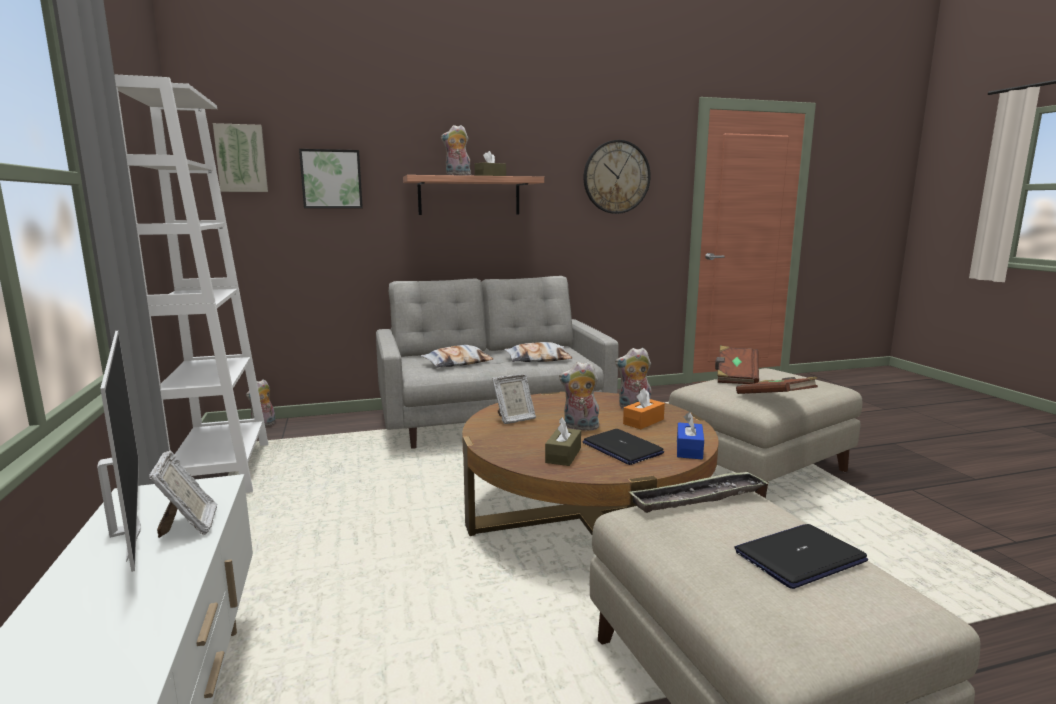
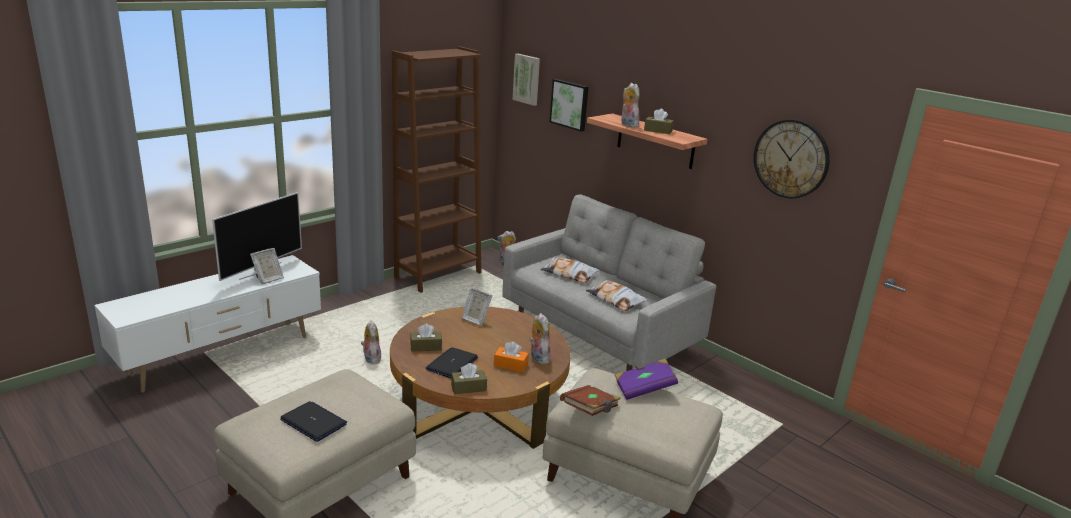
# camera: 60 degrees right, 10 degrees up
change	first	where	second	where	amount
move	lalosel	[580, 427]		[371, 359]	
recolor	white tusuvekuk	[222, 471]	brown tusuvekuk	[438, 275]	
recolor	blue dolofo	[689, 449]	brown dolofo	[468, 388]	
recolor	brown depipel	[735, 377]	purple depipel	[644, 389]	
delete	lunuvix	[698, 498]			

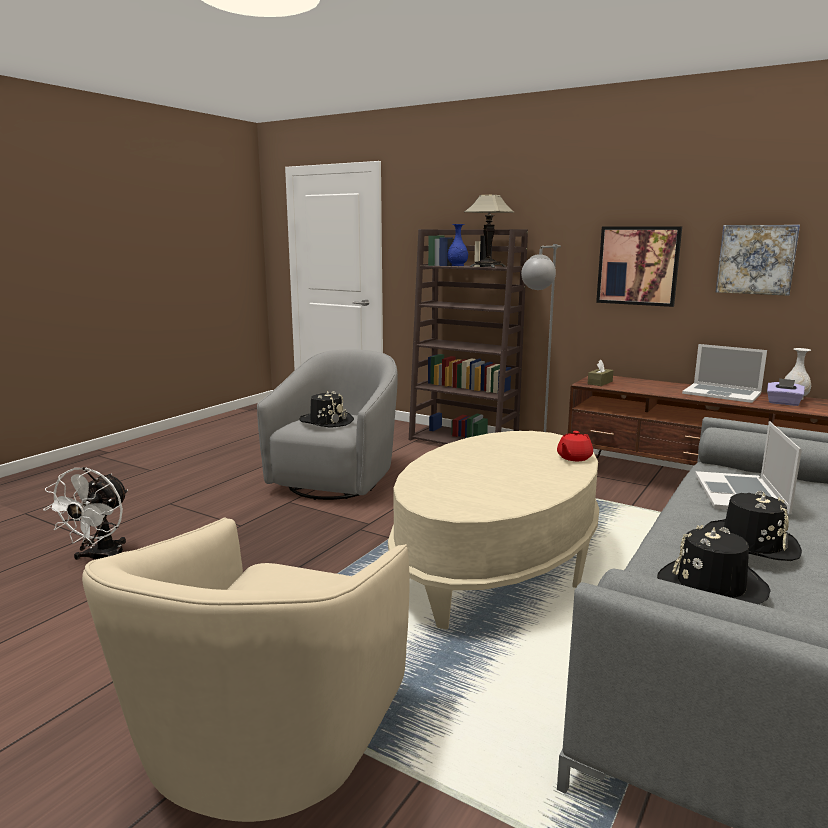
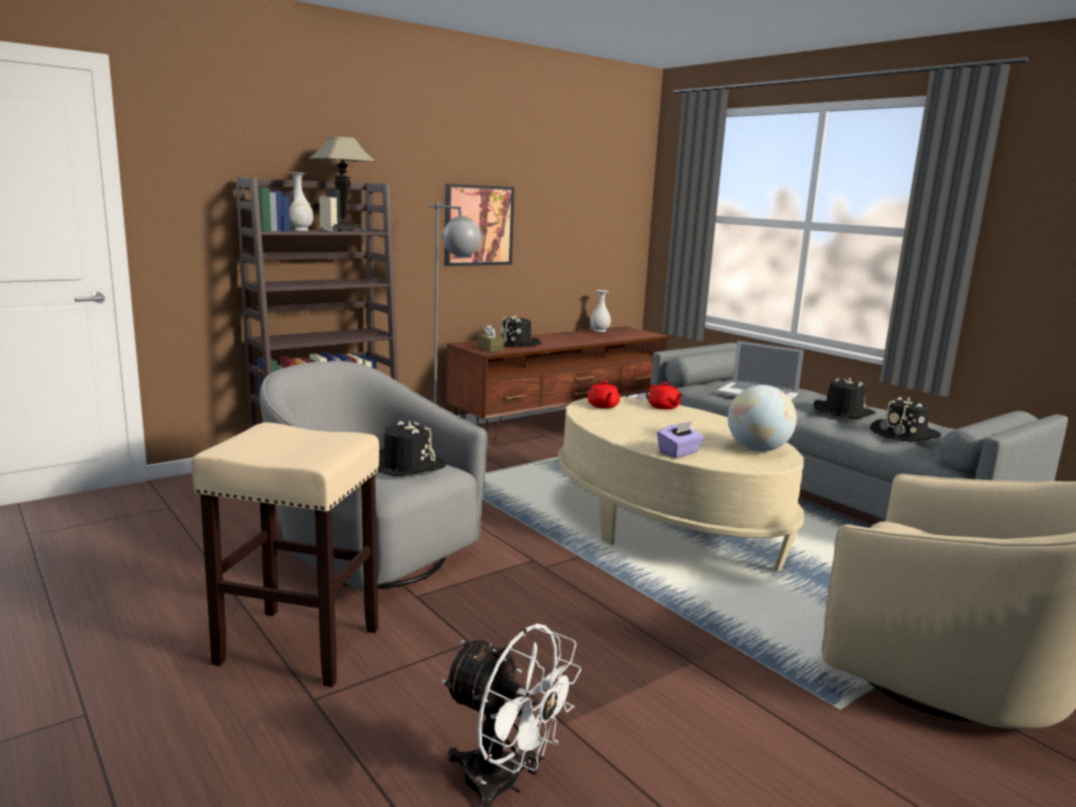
# camera: 70 degrees left, 0 degrees up
change	first	where	second	where	amount
insert			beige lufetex	[296, 646]	
recolor	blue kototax	[457, 265]	white kototax	[299, 230]	
insert			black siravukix	[516, 344]	
insert			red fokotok	[603, 406]	
move	purple dolofo	[783, 403]		[679, 453]	
insert			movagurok	[757, 449]	
delete	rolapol	[721, 393]			
delete	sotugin	[756, 259]			

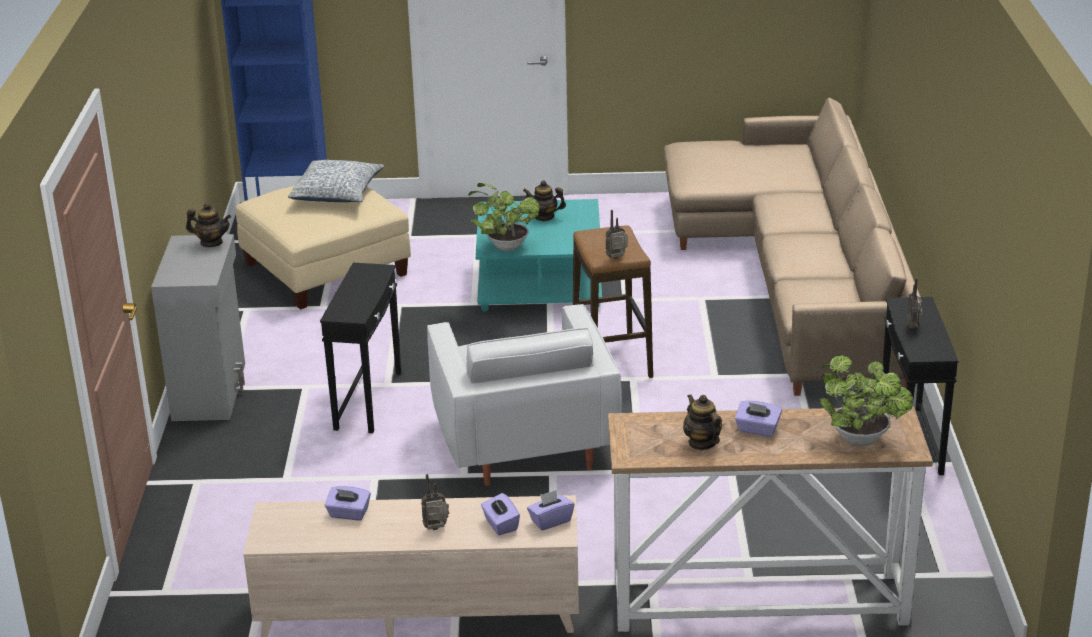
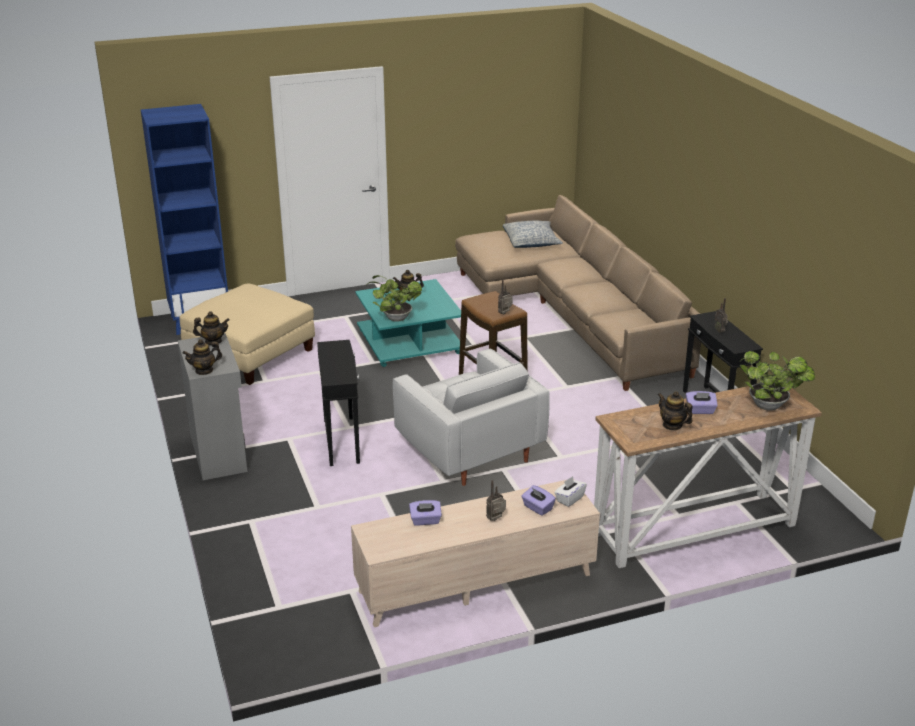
# camera: 20 degrees left, 0 degrees up
change	first	where	second	where	amount
insert			fokotok	[204, 370]	
move	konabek	[337, 194]		[531, 242]	
recolor	purple dolofo	[550, 521]	white dolofo	[569, 499]	

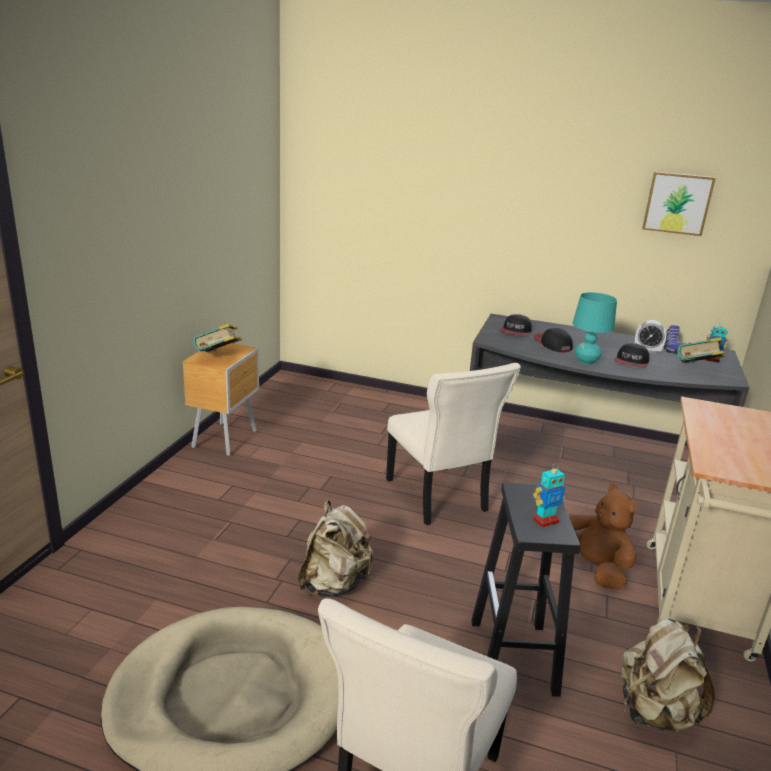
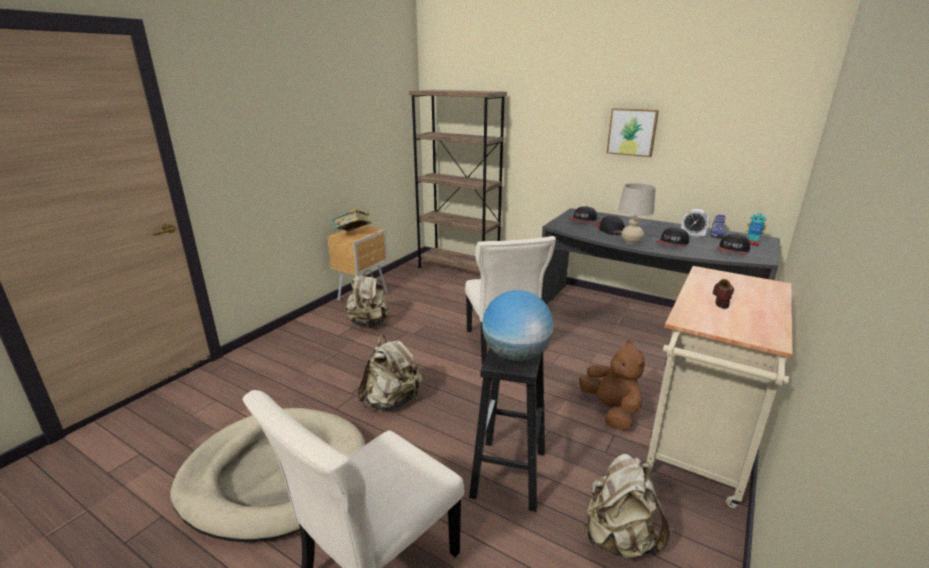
# camera: 15 degrees right, 0 degrees up
change	first	where	second	where	amount
insert			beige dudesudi	[369, 323]	
insert			brown tusuvekuk	[458, 269]	
replace	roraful	[545, 521]	movagurok	[516, 355]	
move	sotugin	[677, 203]		[632, 132]	
recolor	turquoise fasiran	[586, 362]	beige fasiran	[631, 242]	
insert			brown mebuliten	[721, 298]	
replace	depipel	[697, 370]	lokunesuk	[732, 251]	

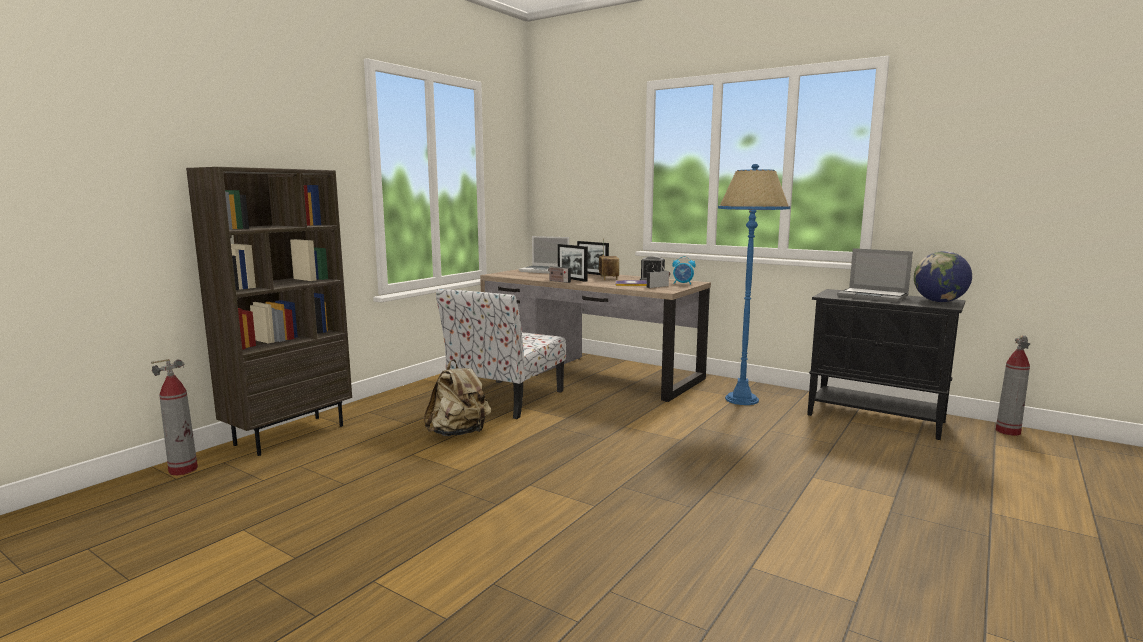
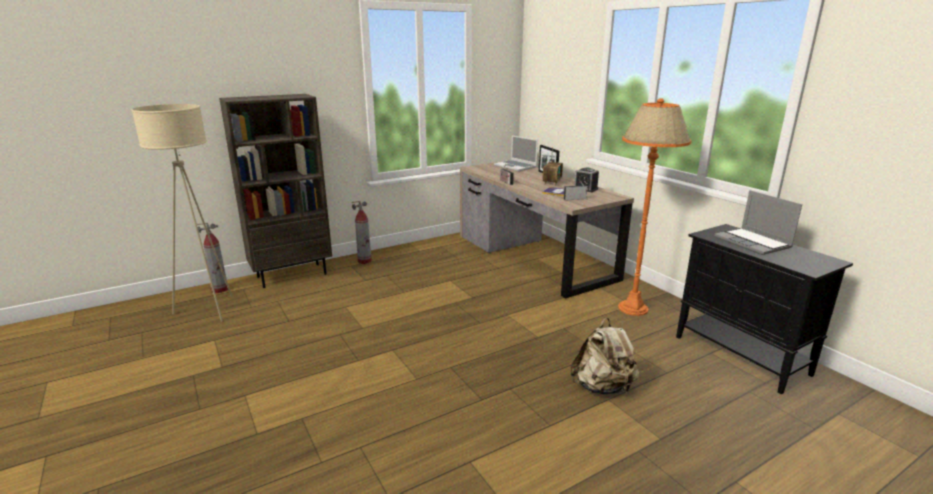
# camera: 25 degrees right, 10 degrees up
change	first	where	second	where	amount
insert			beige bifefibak	[208, 310]	
move	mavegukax	[1007, 431]		[364, 261]	
move	beige dudesudi	[459, 433]		[602, 387]	
recolor	blue bifefibak	[742, 399]	orange bifefibak	[633, 308]	
delete	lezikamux	[505, 399]			
delete	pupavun	[572, 279]			
delete	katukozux	[683, 284]			
delete	movagurok	[939, 301]			

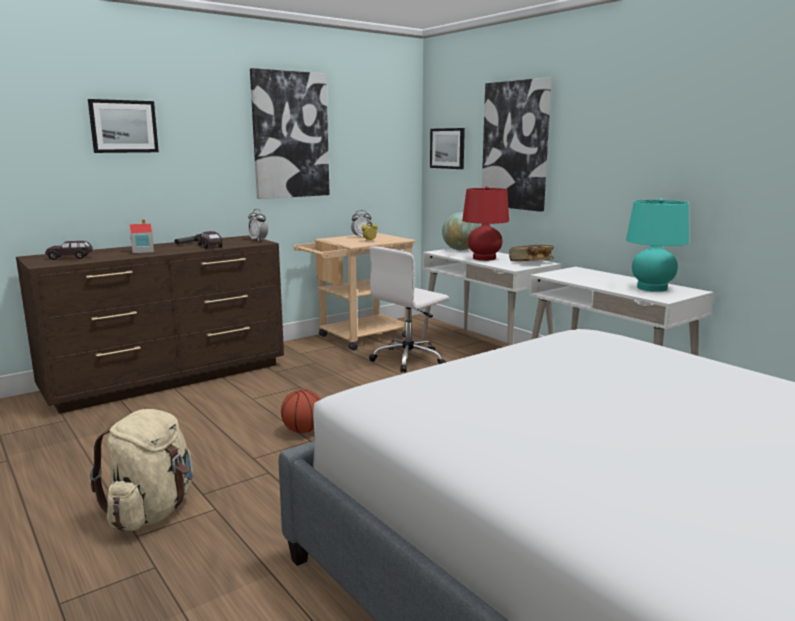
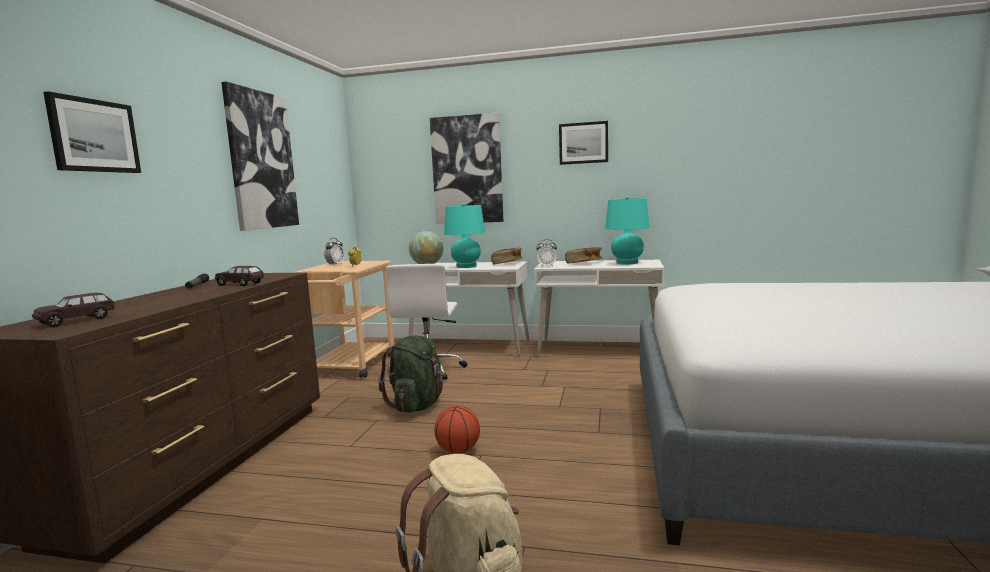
# camera: 40 degrees left, 5 degrees down
change	first	where	second	where	amount
insert			green dudesudi	[417, 405]	
recolor	red fasiran	[484, 258]	turquoise fasiran	[466, 266]	
move	katukozux	[258, 240]		[547, 266]	
move	sotugin	[447, 148]		[583, 143]	
insert			depipel	[584, 263]	
delete	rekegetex	[142, 251]			

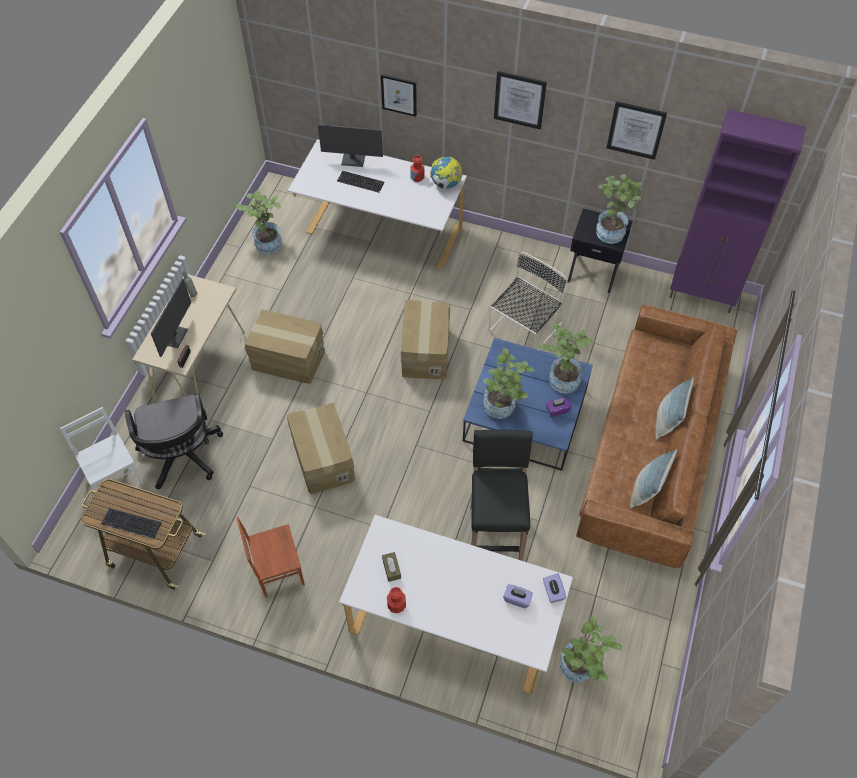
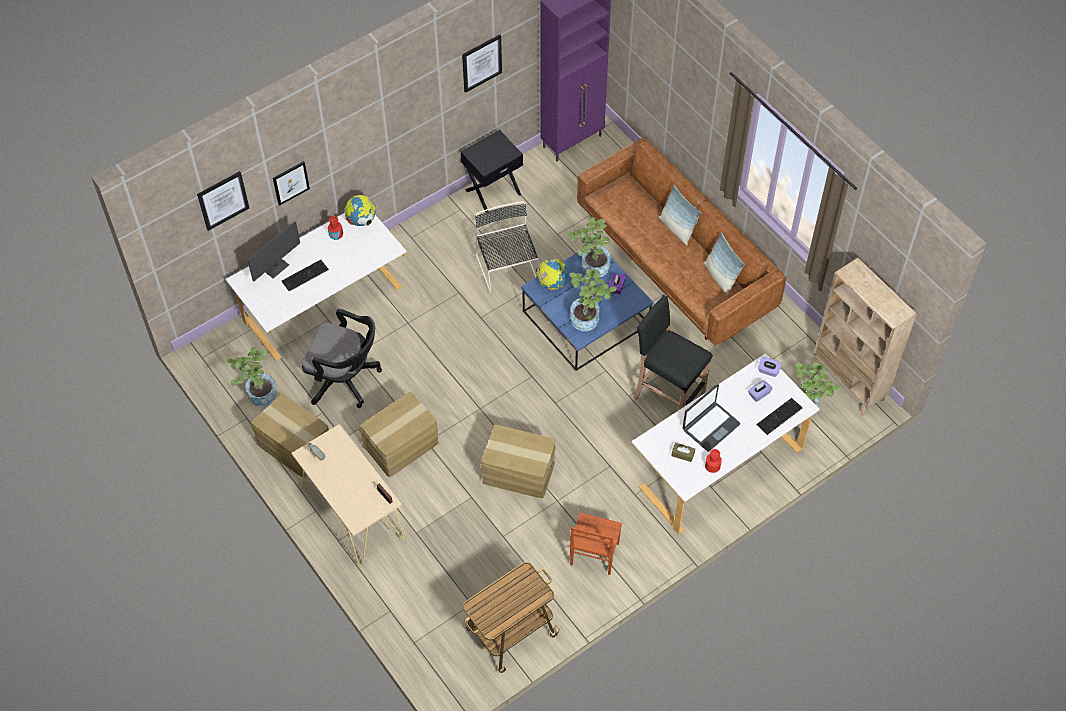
# camera: 55 degrees left, 0 degrees up
change	first	where	second	where	amount
move	sotugin	[519, 100]		[223, 200]	
move	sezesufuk	[424, 352]		[294, 446]	
move	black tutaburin	[182, 458]		[345, 380]	
insert			movagurok	[552, 283]	
insert			rolapol	[710, 426]	
move	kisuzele	[130, 524]		[779, 417]	
insert			beige tusuvekuk	[848, 383]	
delete	white lezikamux	[116, 478]			
delete	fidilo	[175, 336]			
delete	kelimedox	[612, 230]			

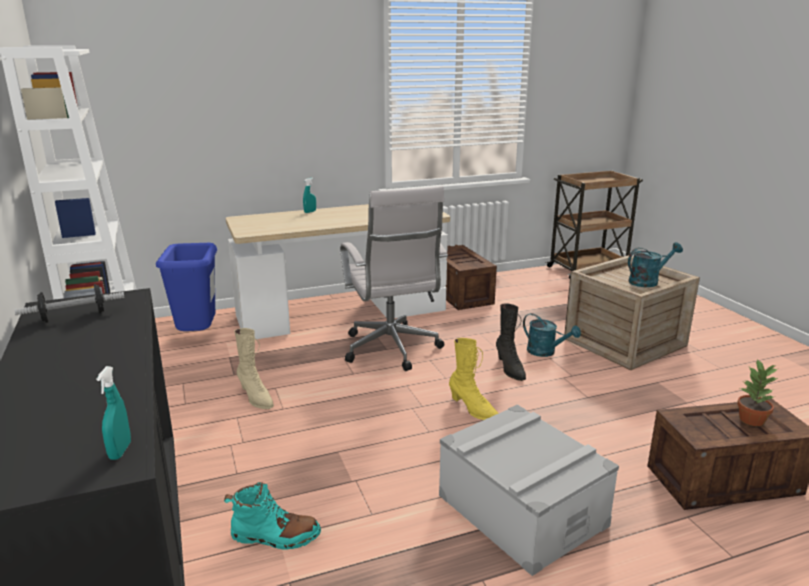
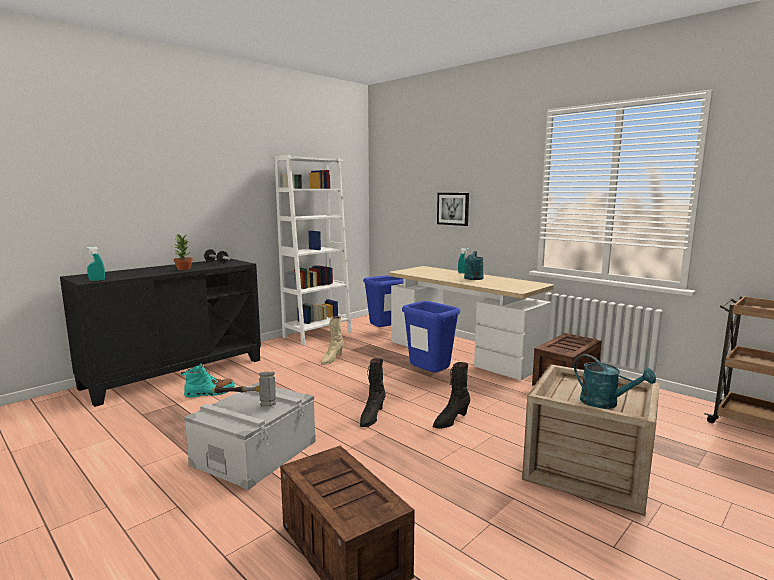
# camera: 65 degrees right, 10 degrees down
change	first	where	second	where	amount
move	kelimedox	[752, 420]		[183, 269]	
rotate	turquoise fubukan	[275, 536]		[210, 393]	90 degrees counterclockwise
insert			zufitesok	[246, 402]	
recolor	yellow fubukan	[473, 409]	black fubukan	[371, 417]	
replace	white tutaburin	[392, 350]	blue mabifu	[429, 378]	
insert			sotugin	[453, 208]	
move	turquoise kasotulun	[546, 352]		[473, 279]	

